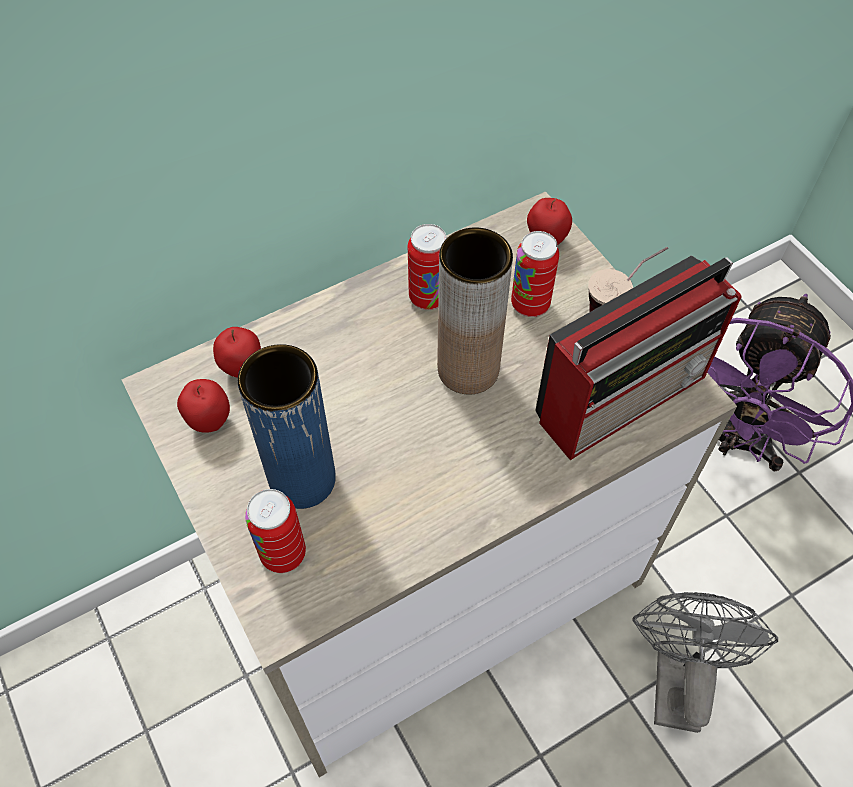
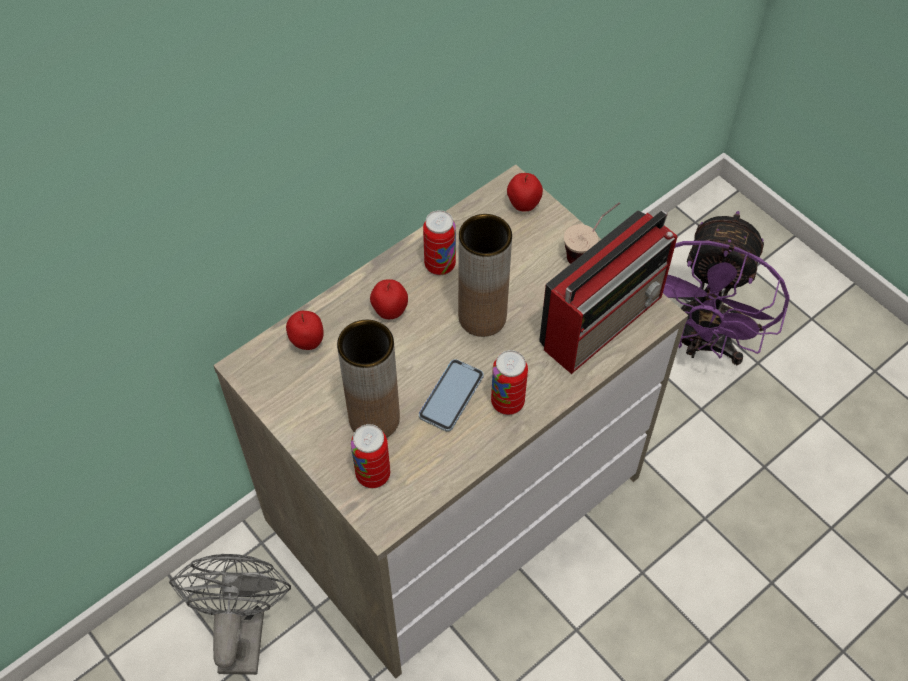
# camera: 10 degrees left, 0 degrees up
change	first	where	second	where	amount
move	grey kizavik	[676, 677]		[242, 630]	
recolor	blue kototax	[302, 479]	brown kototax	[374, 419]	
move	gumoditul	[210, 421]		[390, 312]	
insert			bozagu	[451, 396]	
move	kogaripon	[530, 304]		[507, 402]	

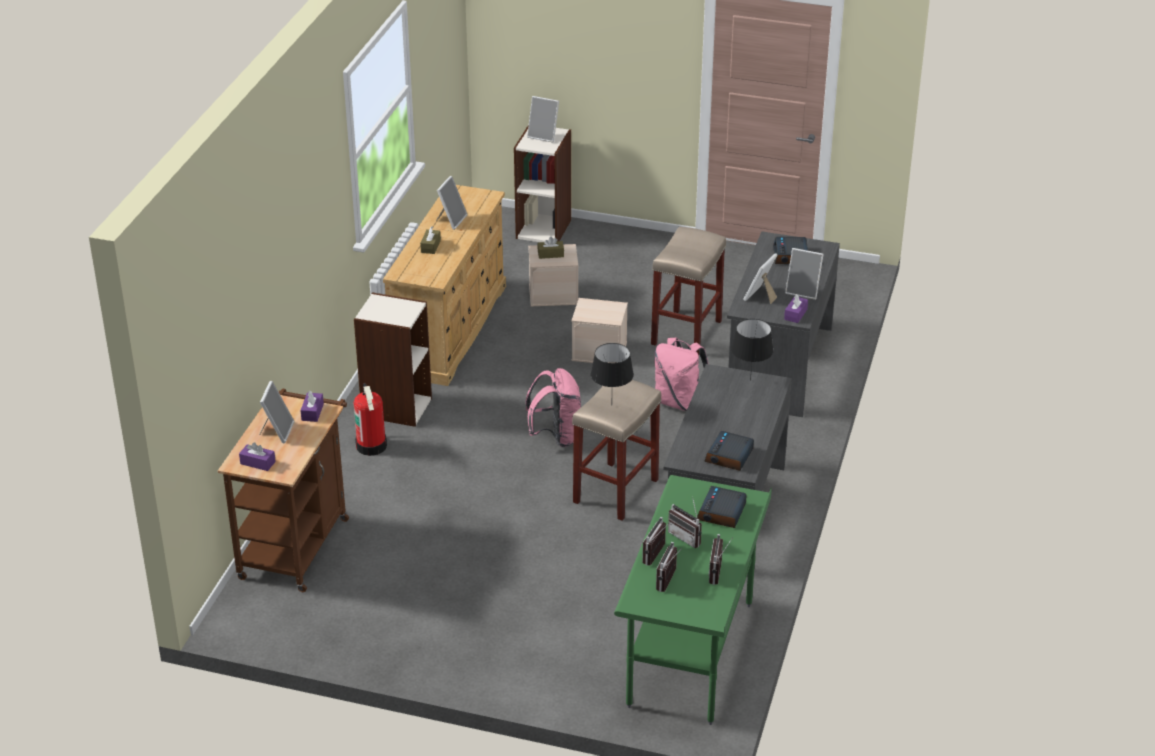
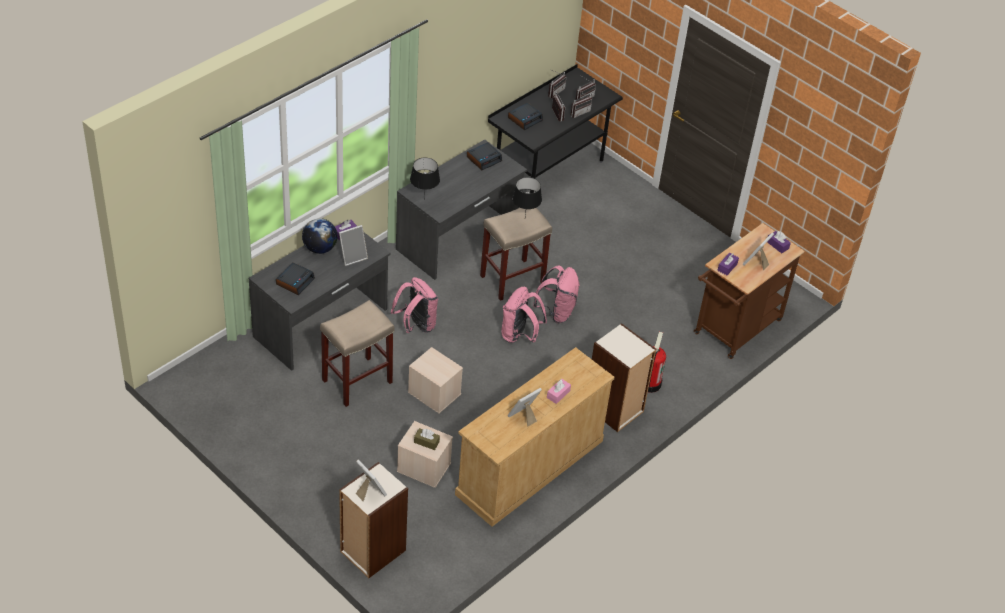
# camera: 155 degrees left, 10 degrees up
change	first	where	second	where	amount
replace	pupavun	[803, 291]	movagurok	[320, 248]	
recolor	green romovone	[691, 655]	black romovone	[548, 171]	
insert			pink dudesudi	[556, 312]	
recolor	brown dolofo	[430, 246]	pink dolofo	[558, 394]	

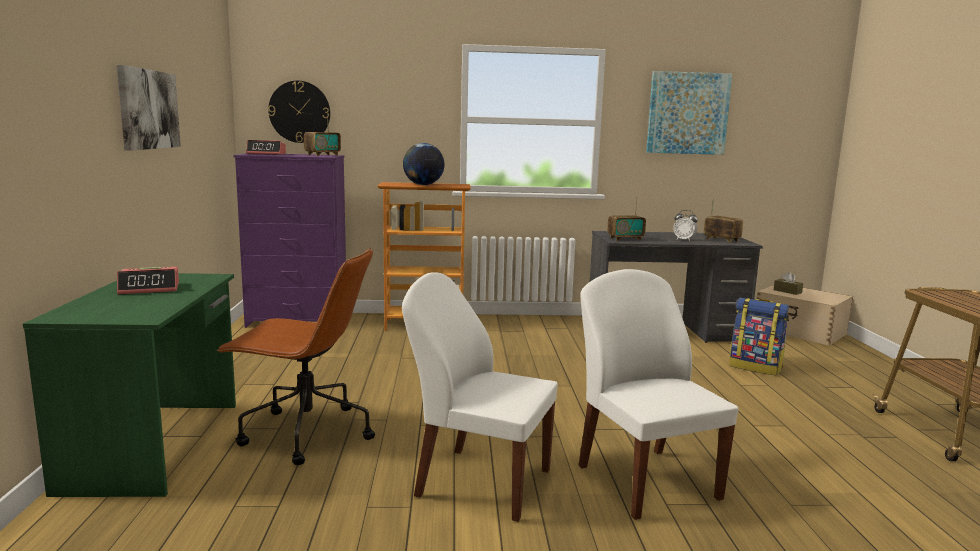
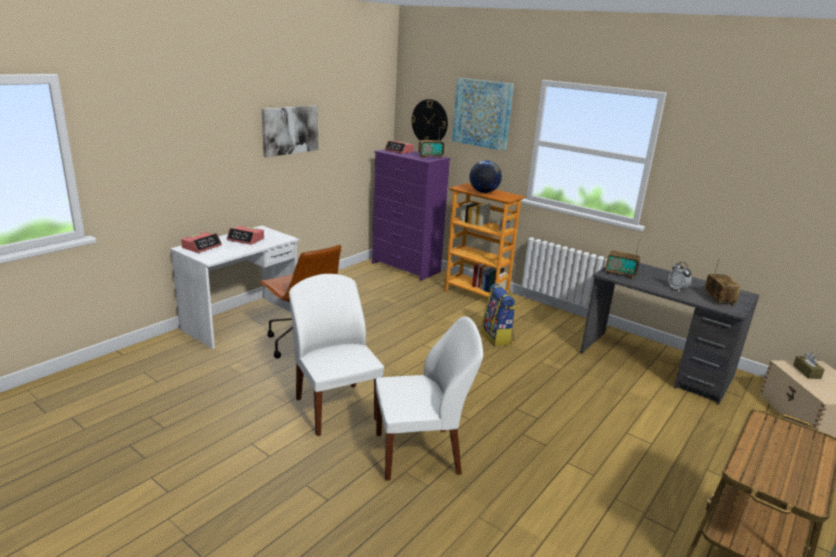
# camera: 40 degrees right, 10 degrees up
change	first	where	second	where	amount
recolor	green romovone	[157, 444]	white romovone	[242, 321]	
insert			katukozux	[202, 247]	
rotate	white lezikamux	[645, 480]		[420, 453]	60 degrees clockwise
move	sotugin	[687, 113]		[482, 113]	
move	dudesudi	[755, 367]		[497, 337]	

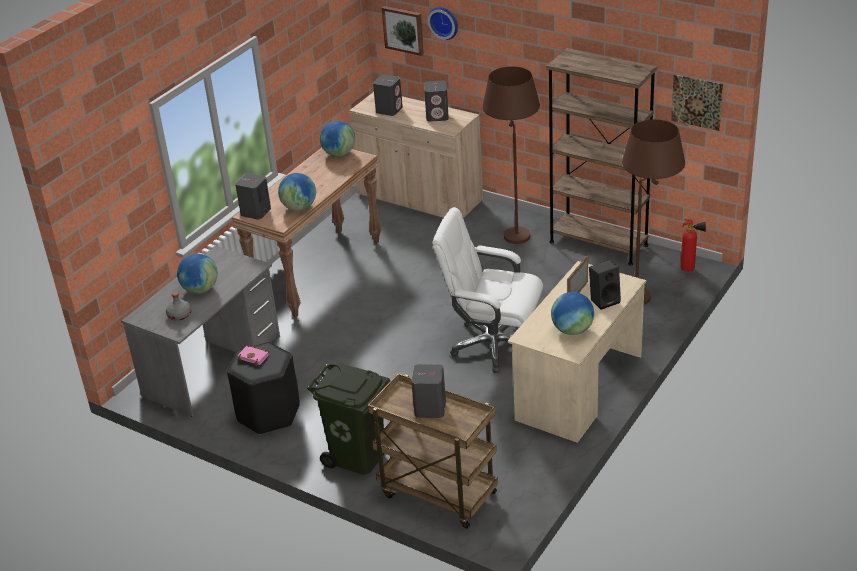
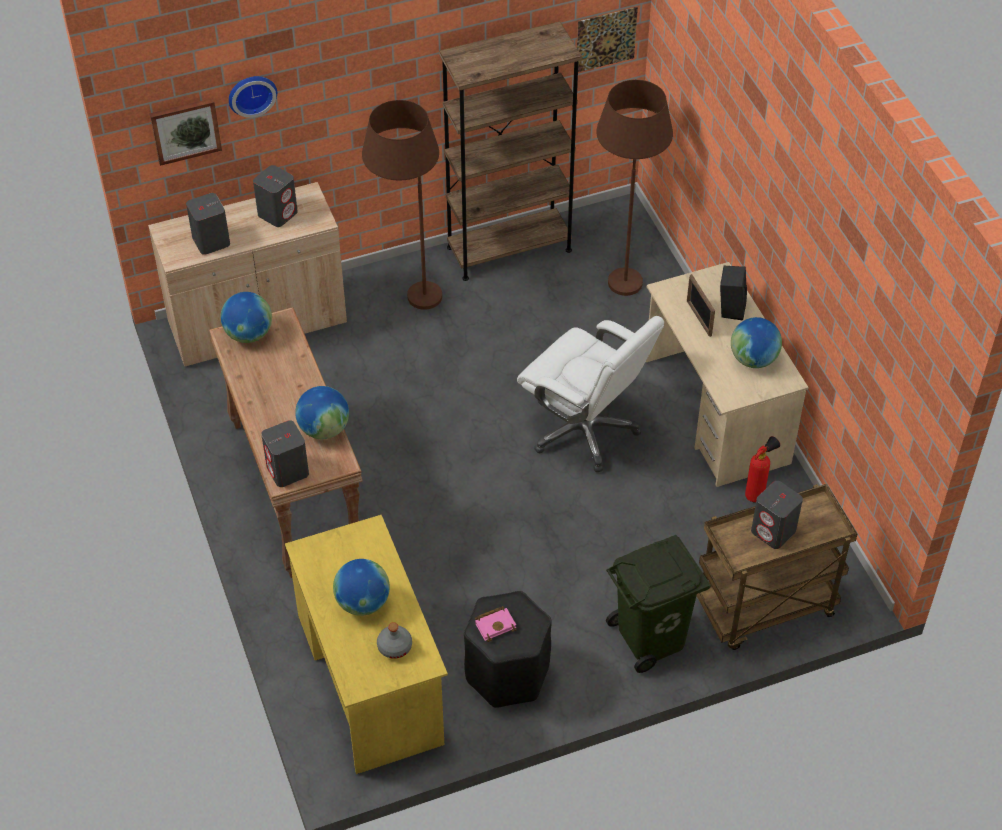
# camera: 55 degrees left, 15 degrees up
change	first	where	second	where	amount
recolor	grey romovone	[213, 366]	yellow romovone	[370, 678]	
rotate	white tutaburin	[492, 345]		[585, 430]	105 degrees counterclockwise
move	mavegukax	[691, 269]		[757, 494]	

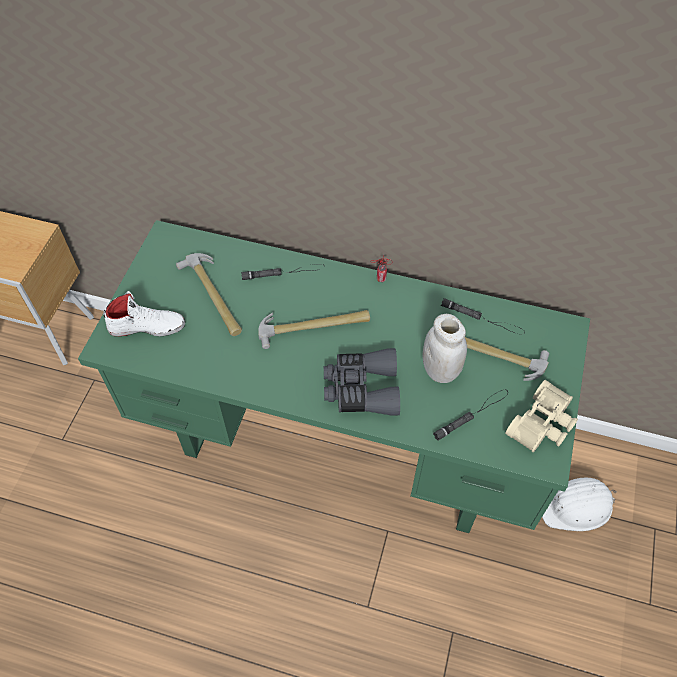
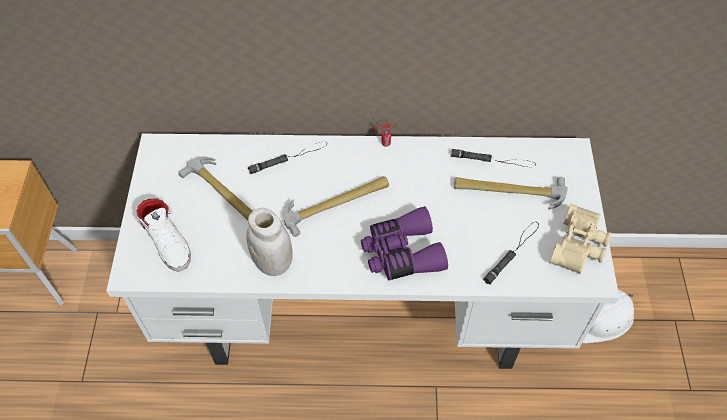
# camera: 15 degrees left, 0 degrees up
change	first	where	second	where	amount
recolor	green romovone	[340, 442]	white romovone	[365, 313]	
rotate	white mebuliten	[147, 326]		[168, 241]	75 degrees clockwise
move	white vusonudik	[440, 370]		[273, 263]	
recolor	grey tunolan	[361, 389]	purple tunolan	[401, 253]	

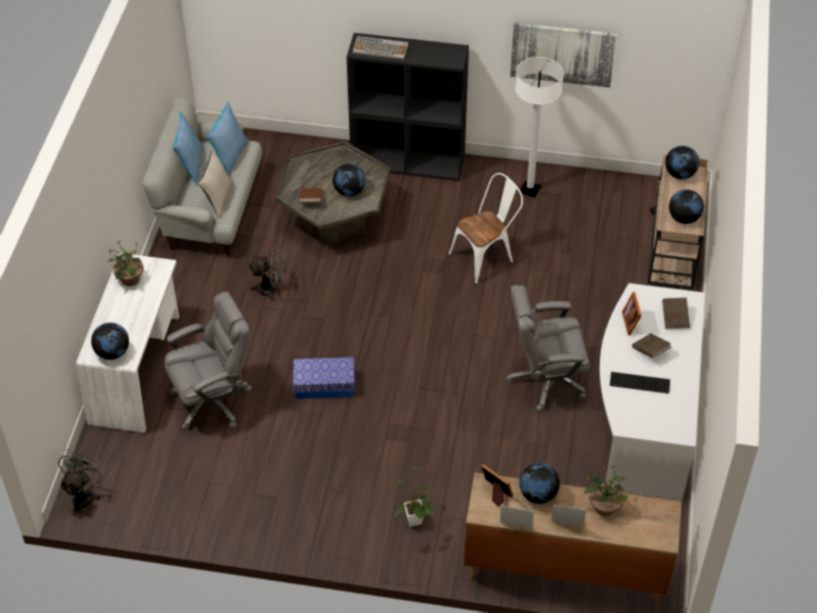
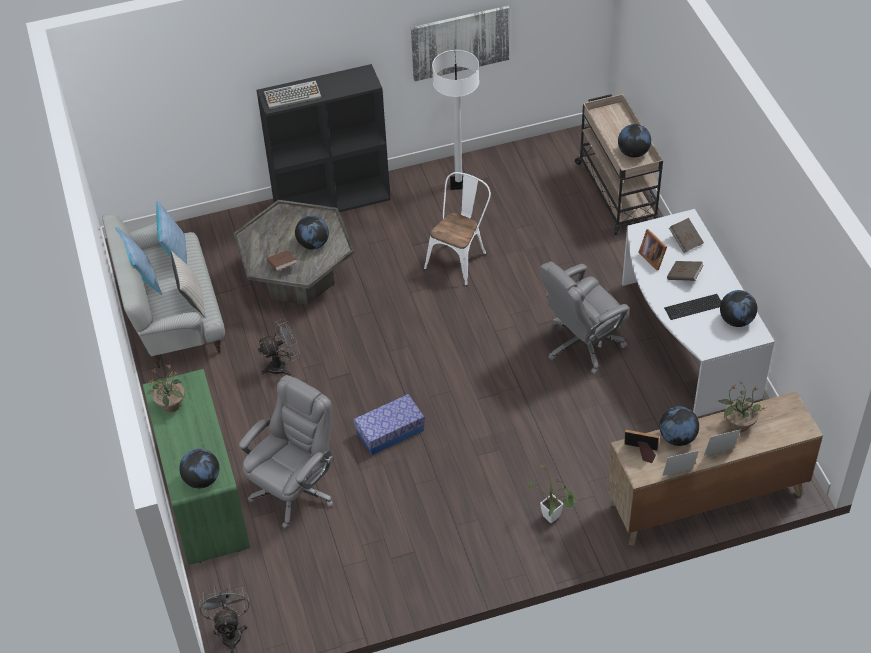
# camera: 25 degrees left, 0 degrees up
change	first	where	second	where	amount
recolor	white romovone	[138, 369]	green romovone	[203, 493]	
move	movagurok	[679, 174]		[736, 320]	

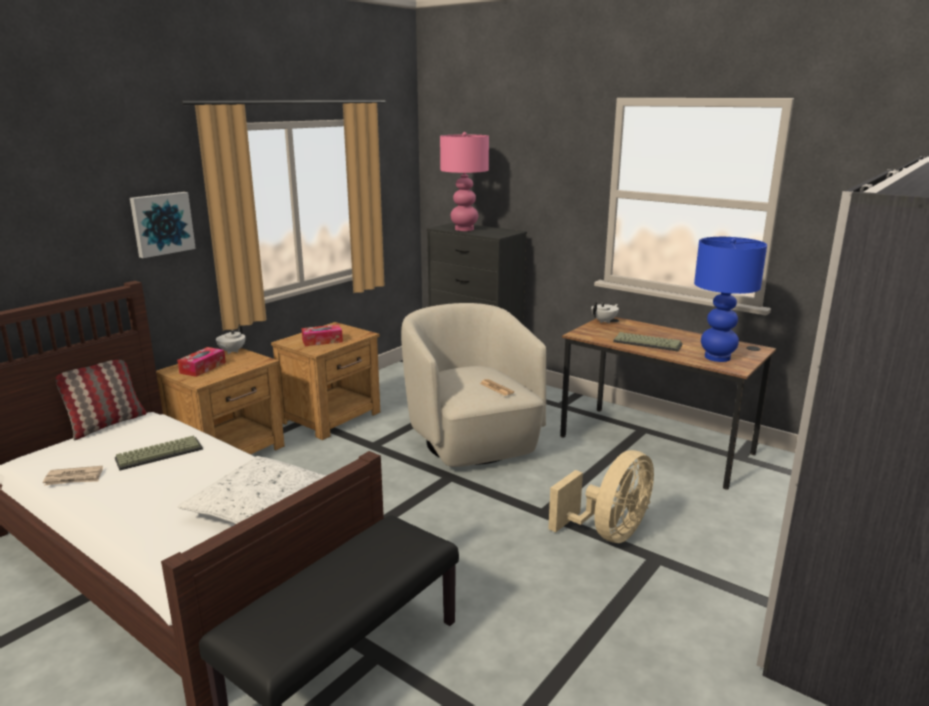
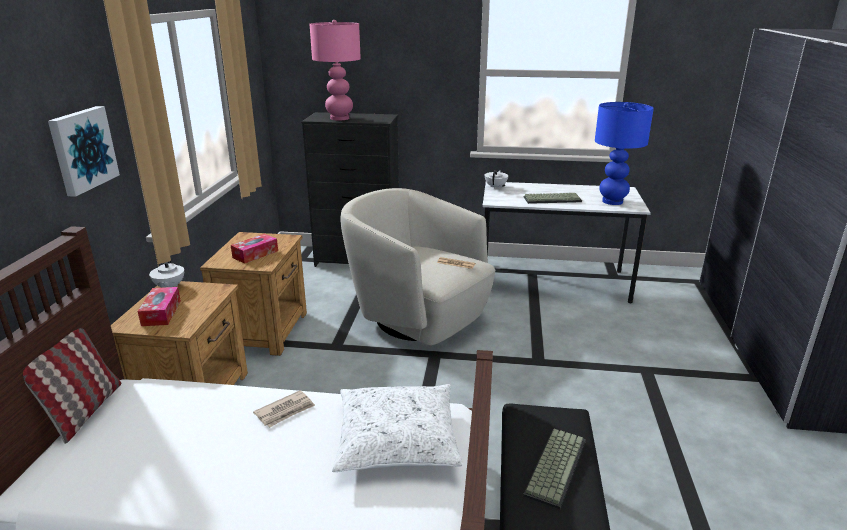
# camera: 30 degrees left, 5 degrees up
change	first	where	second	where	amount
move	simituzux	[74, 478]		[285, 411]	
recolor	brown romovone	[655, 445]	white romovone	[553, 282]	
move	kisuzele	[160, 453]		[554, 466]	
delete	beige kizavik	[608, 533]			

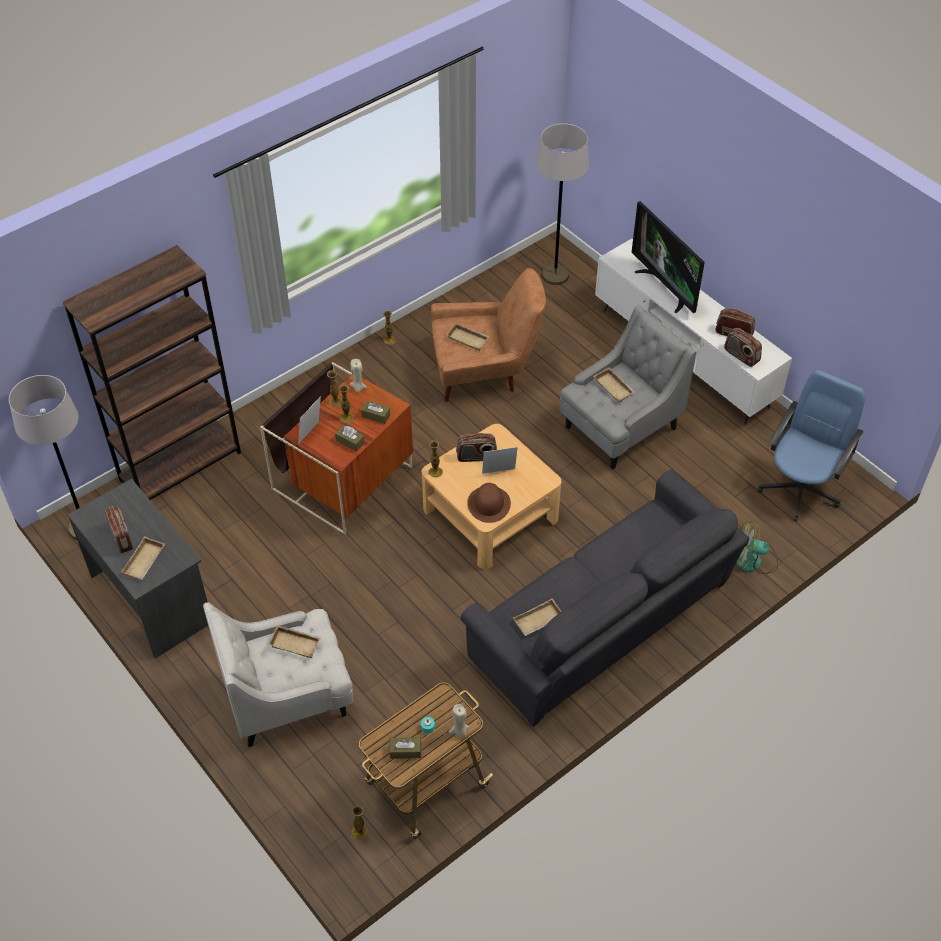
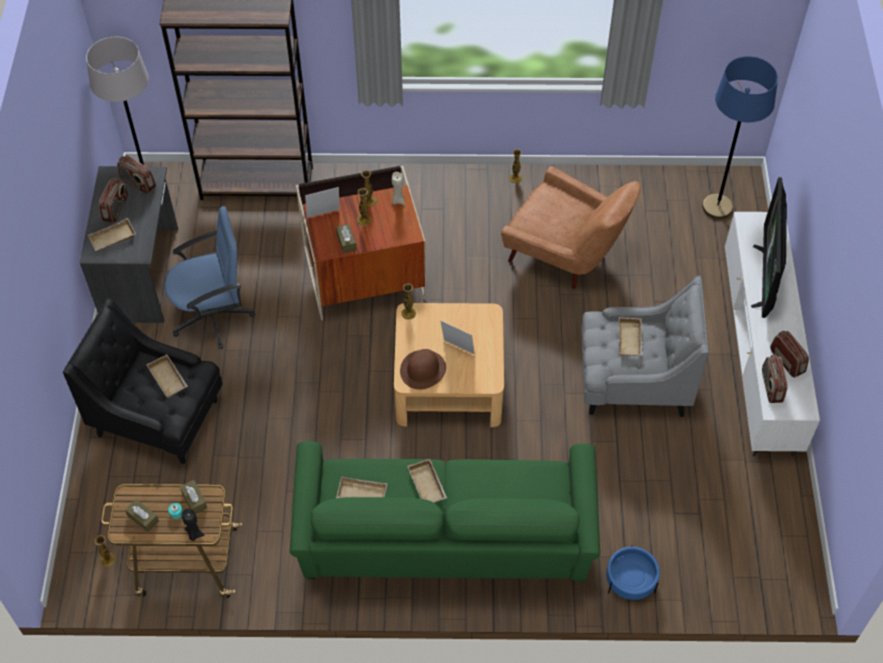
# camera: 40 degrees right, 5 degrees up
change	first	where	second	where	amount
recolor	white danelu	[288, 696]	black danelu	[159, 418]	
move	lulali	[476, 456]		[138, 183]	
move	blue tutaburin	[800, 488]		[213, 315]	
move	brown dolofo	[376, 416]		[194, 500]	
recolor	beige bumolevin	[460, 731]	black bumolevin	[194, 534]	
recolor	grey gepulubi	[605, 627]	green gepulubi	[444, 543]	
move	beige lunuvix	[468, 339]		[428, 485]	
replace	kizavik	[753, 560]	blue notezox	[630, 580]	
recolor	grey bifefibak	[555, 275]	blue bifefibak	[717, 207]	

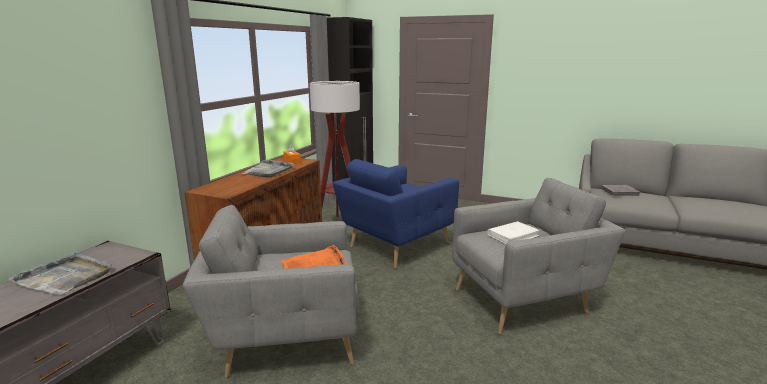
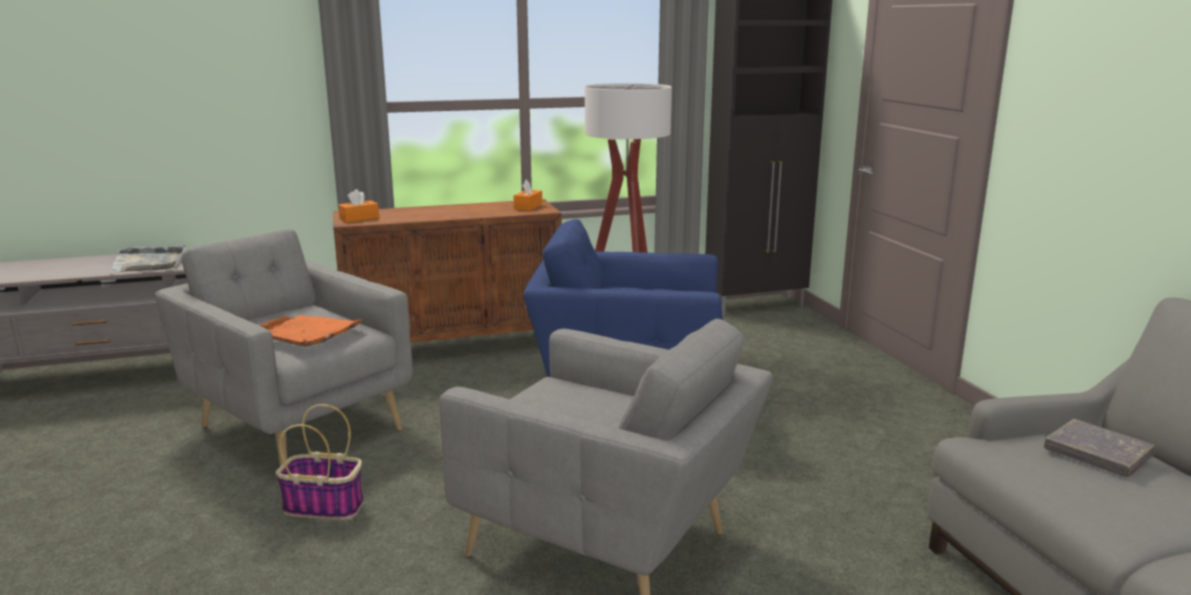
# camera: 50 degrees right, 0 degrees up
change	first	where	second	where	amount
insert			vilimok	[325, 506]	
insert			orange dolofo	[359, 218]	
delete	grey lunuvix	[268, 171]			
delete	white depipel	[513, 235]			

